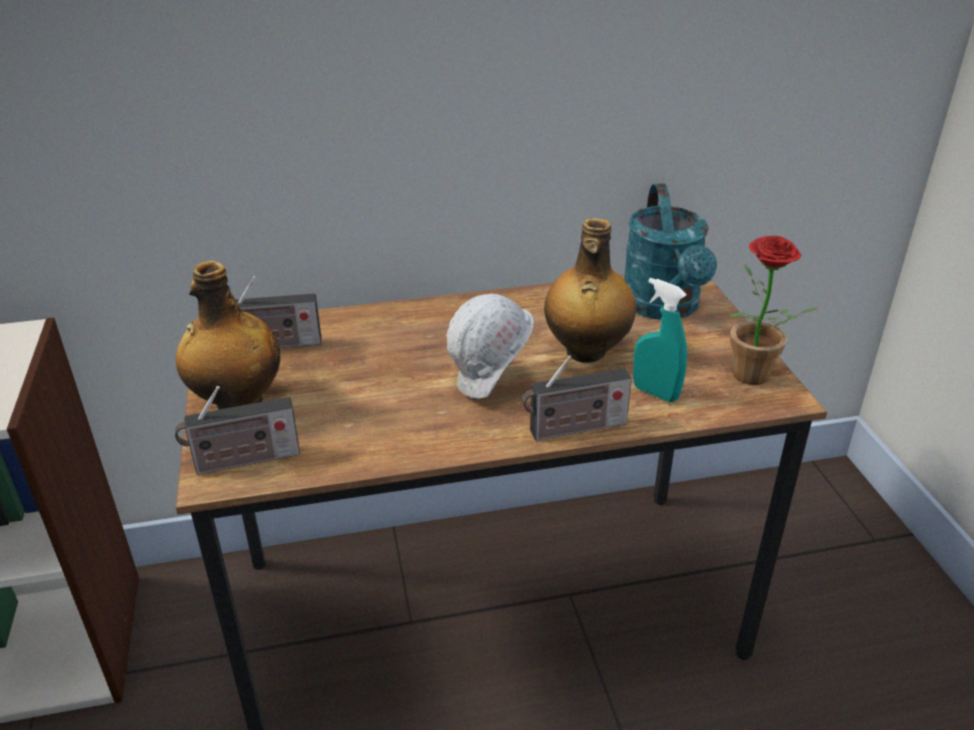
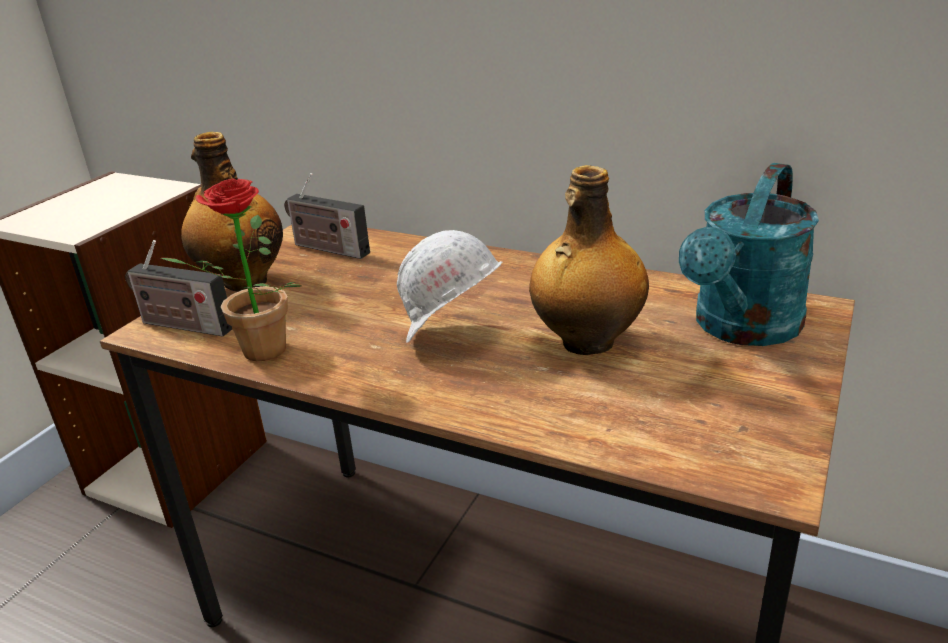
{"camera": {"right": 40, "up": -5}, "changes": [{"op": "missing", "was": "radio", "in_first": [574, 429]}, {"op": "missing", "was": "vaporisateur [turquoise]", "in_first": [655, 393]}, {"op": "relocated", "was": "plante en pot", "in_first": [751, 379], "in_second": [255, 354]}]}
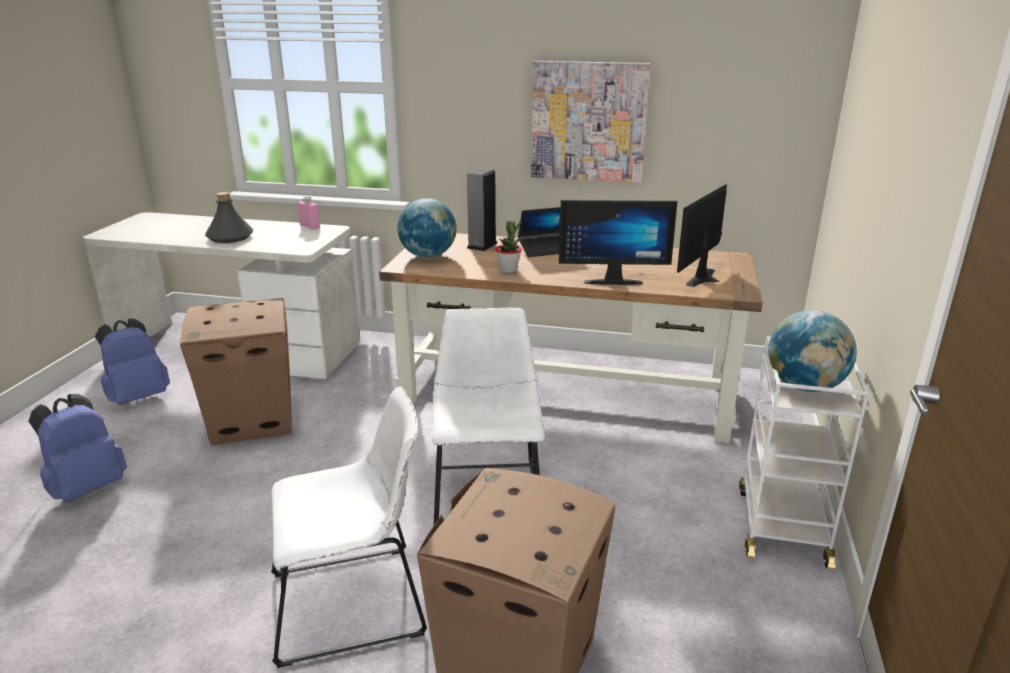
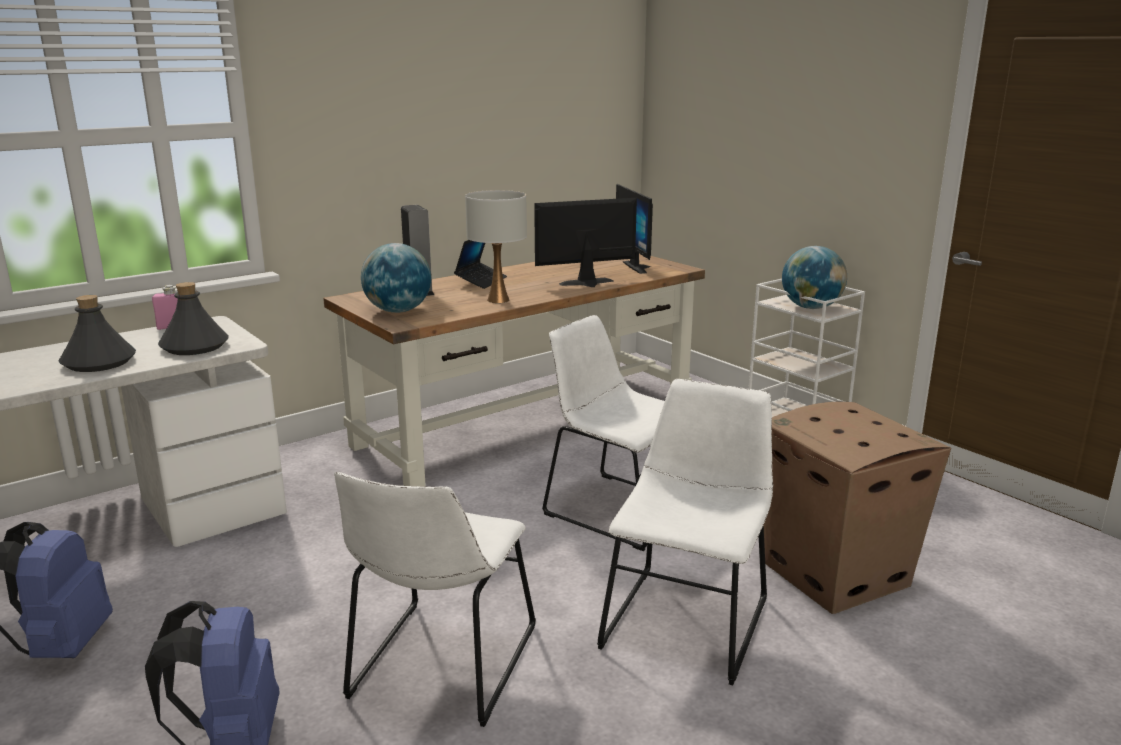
{"camera": {"right": -50, "up": -5}, "changes": [{"op": "missing", "was": "carton", "in_first": [253, 420]}, {"op": "exchanged", "was": "plante en pot", "now": "lampe de table [blanc]", "in_first": [508, 270], "in_second": [498, 300]}, {"op": "missing", "was": "tableau", "in_first": [588, 122]}, {"op": "spun", "was": "écran d'ordinateur", "in_first": [612, 280], "in_second": [589, 284], "clockwise": -150}, {"op": "appeared", "now": "bouteille [gris]", "in_second": [194, 346]}, {"op": "appeared", "now": "chaise [blanc]", "in_second": [441, 666]}]}
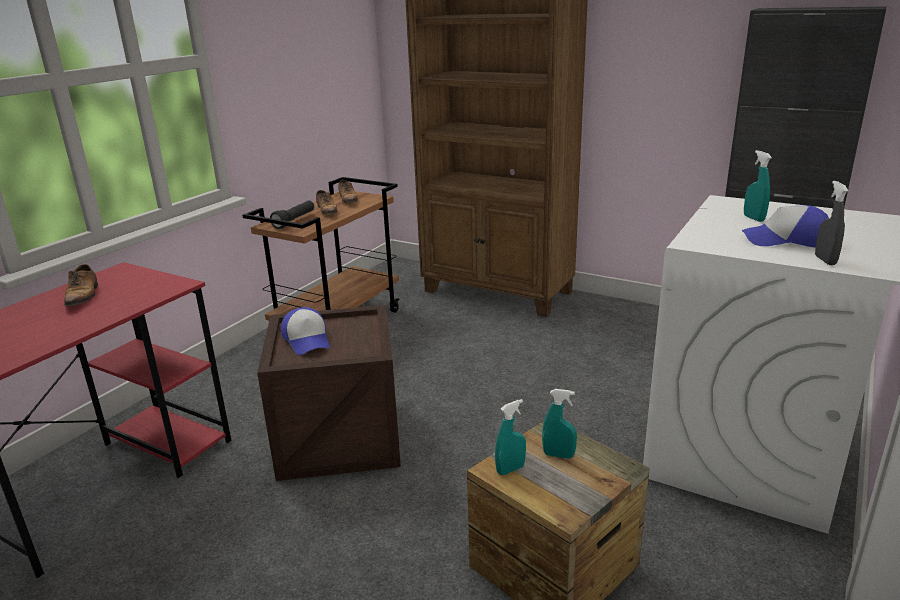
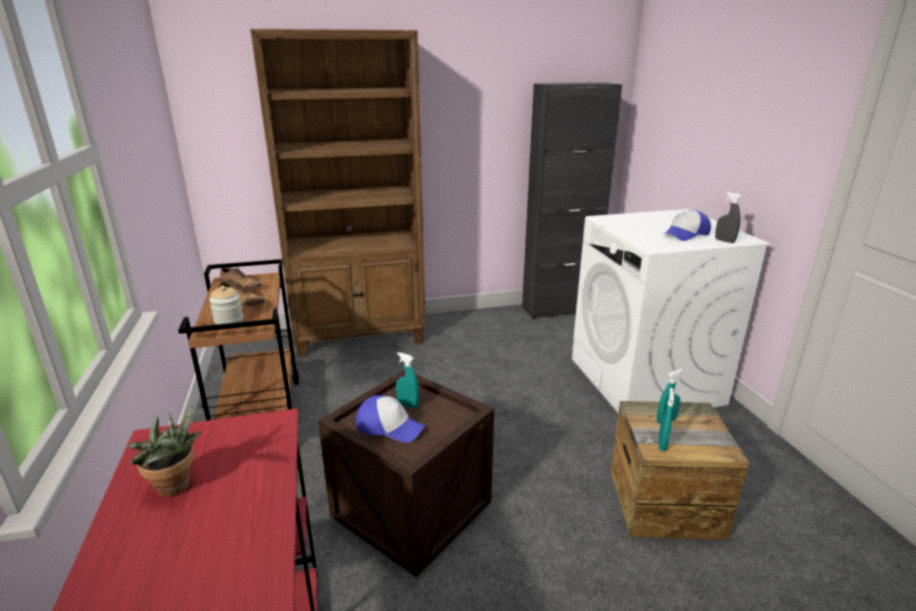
{"camera": {"right": -45, "up": 0}, "changes": [{"op": "exchanged", "was": "chaussure", "now": "plante en pot", "in_first": [83, 296], "in_second": [177, 488]}, {"op": "exchanged", "was": "lampe de poche [noir]", "now": "bocal", "in_first": [294, 221], "in_second": [229, 321]}, {"op": "relocated", "was": "vaporisateur [turquoise]", "in_first": [753, 218], "in_second": [408, 405]}]}
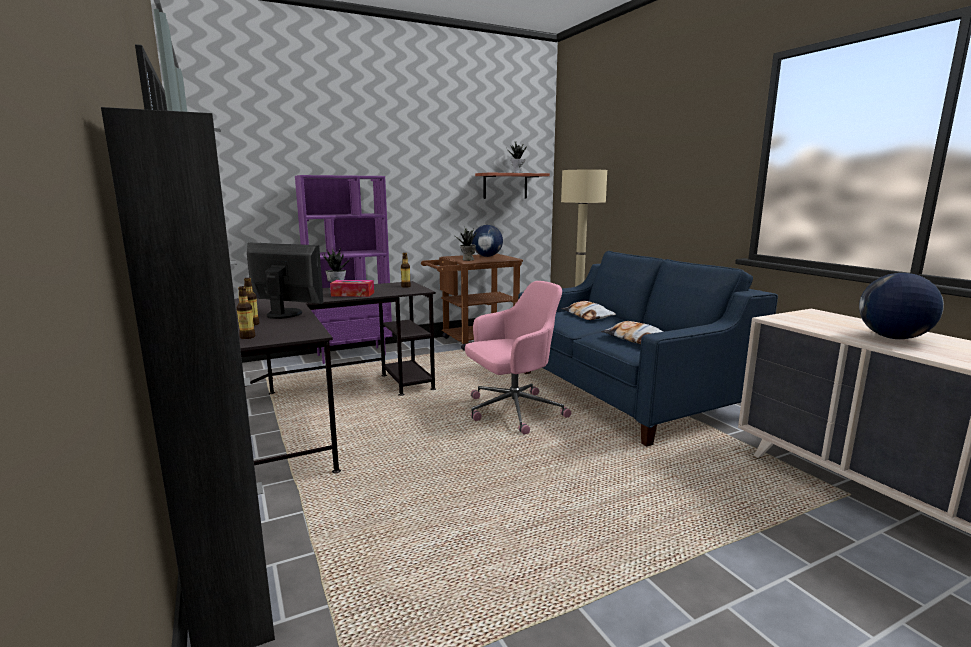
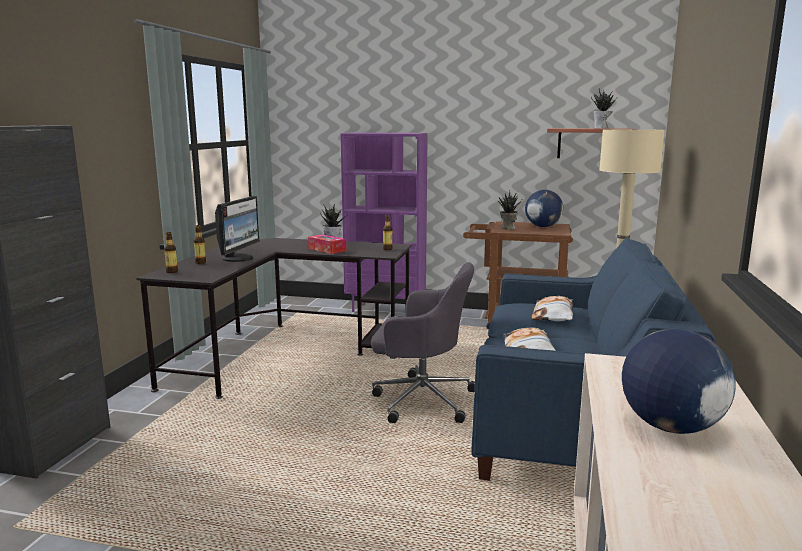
{"camera": {"right": 40, "up": 0}, "changes": [{"op": "spun", "was": "écran d'ordinateur", "in_first": [285, 314], "in_second": [239, 258], "clockwise": 45}, {"op": "colour", "was": "chaise de bureau [rose]", "now": "chaise de bureau [gris]", "in_first": [512, 411], "in_second": [421, 399]}]}
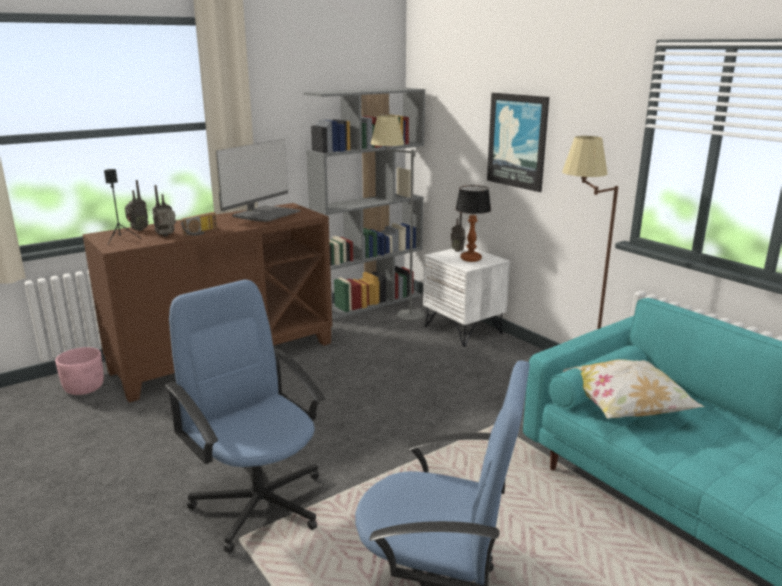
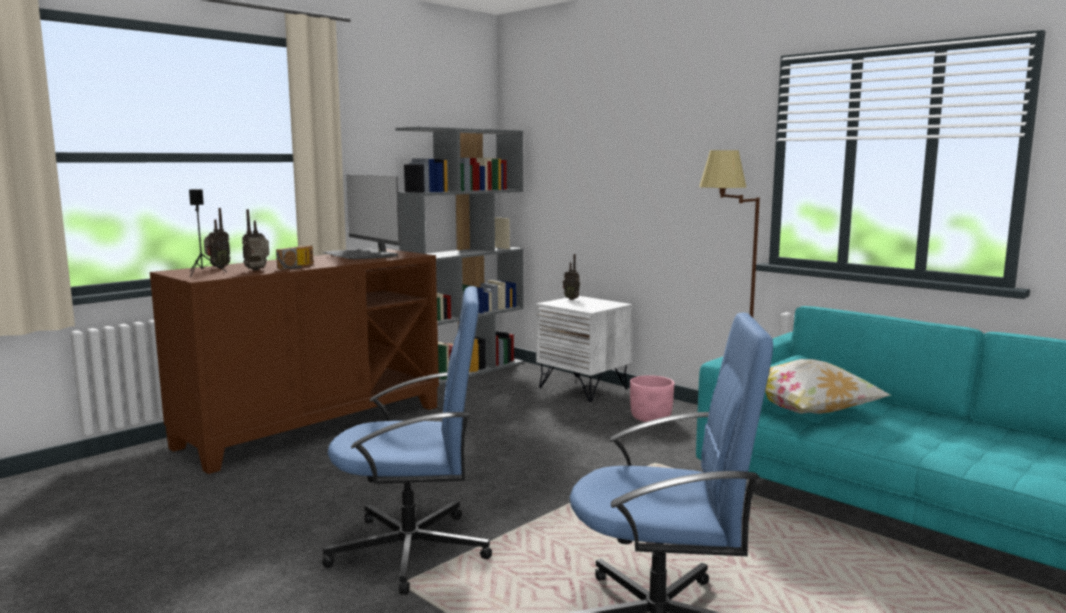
{"camera": {"right": -10, "up": -10}, "changes": [{"op": "relocated", "was": "cache-pot [rose]", "in_first": [84, 388], "in_second": [651, 418]}, {"op": "spun", "was": "chaise de bureau [bleu]", "in_first": [259, 502], "in_second": [412, 550], "clockwise": 135}, {"op": "spun", "was": "écran d'ordinateur", "in_first": [265, 214], "in_second": [362, 255], "clockwise": 120}, {"op": "missing", "was": "lampadaire [gris]", "in_first": [398, 316]}, {"op": "missing", "was": "lampe de table", "in_first": [470, 259]}, {"op": "missing", "was": "tableau", "in_first": [518, 141]}]}
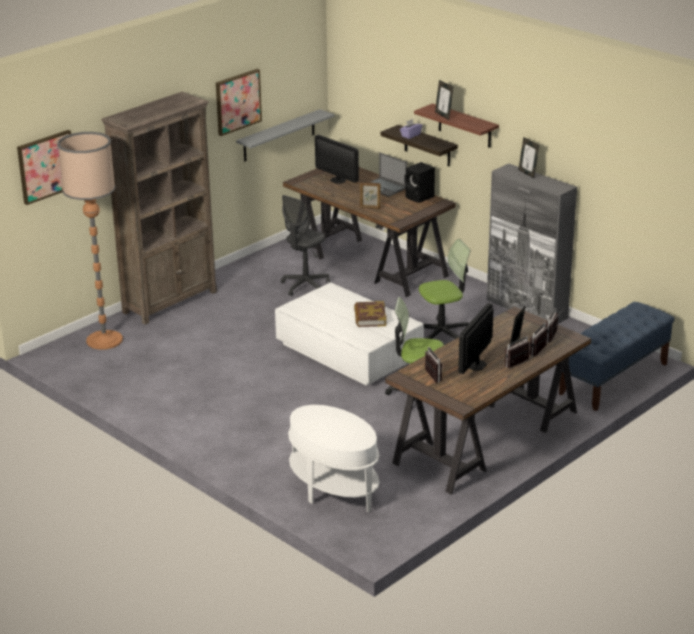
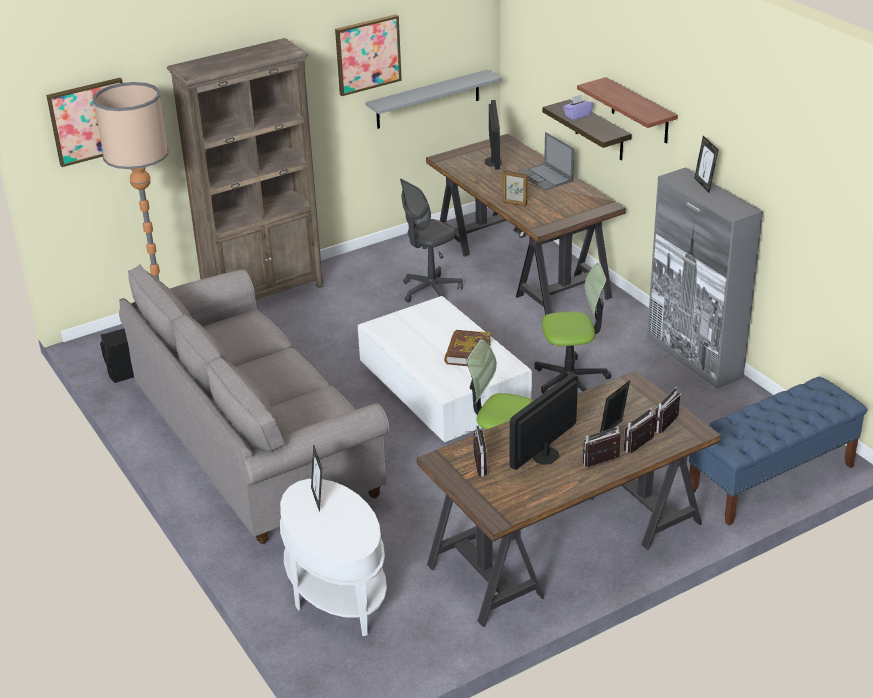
{"camera": {"right": 15, "up": 5}, "changes": [{"op": "spun", "was": "écran d'ordinateur", "in_first": [338, 180], "in_second": [493, 161], "clockwise": -150}, {"op": "relocated", "was": "enceinte [noir]", "in_first": [420, 197], "in_second": [124, 373]}, {"op": "relocated", "was": "cadre photo", "in_first": [443, 115], "in_second": [318, 499]}, {"op": "appeared", "now": "canapé [gris]", "in_second": [256, 444]}]}
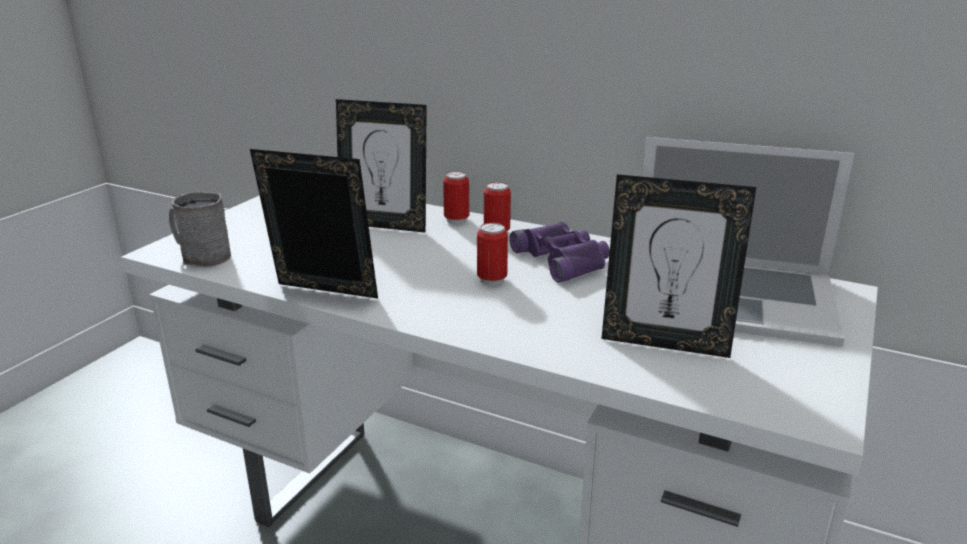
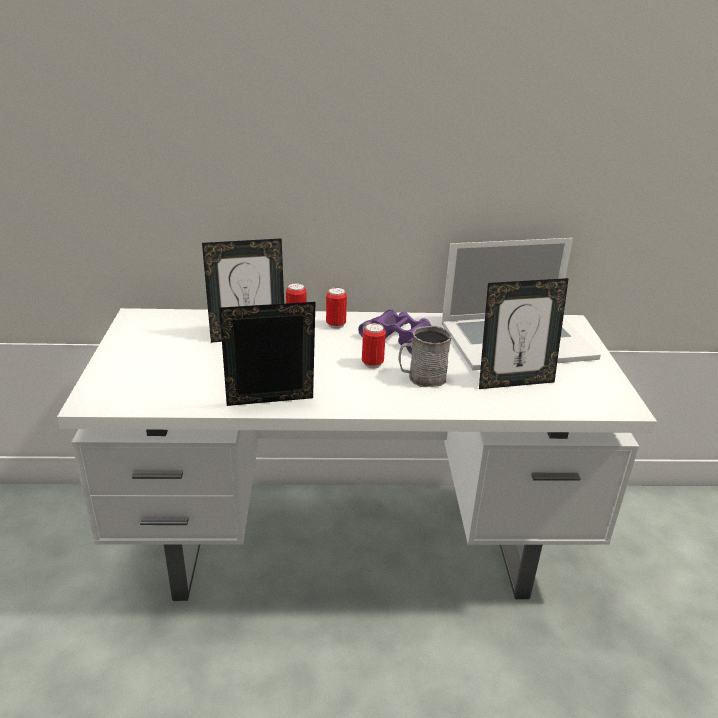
{"camera": {"right": -30, "up": 5}, "changes": [{"op": "relocated", "was": "mug [gris]", "in_first": [201, 256], "in_second": [421, 378]}]}
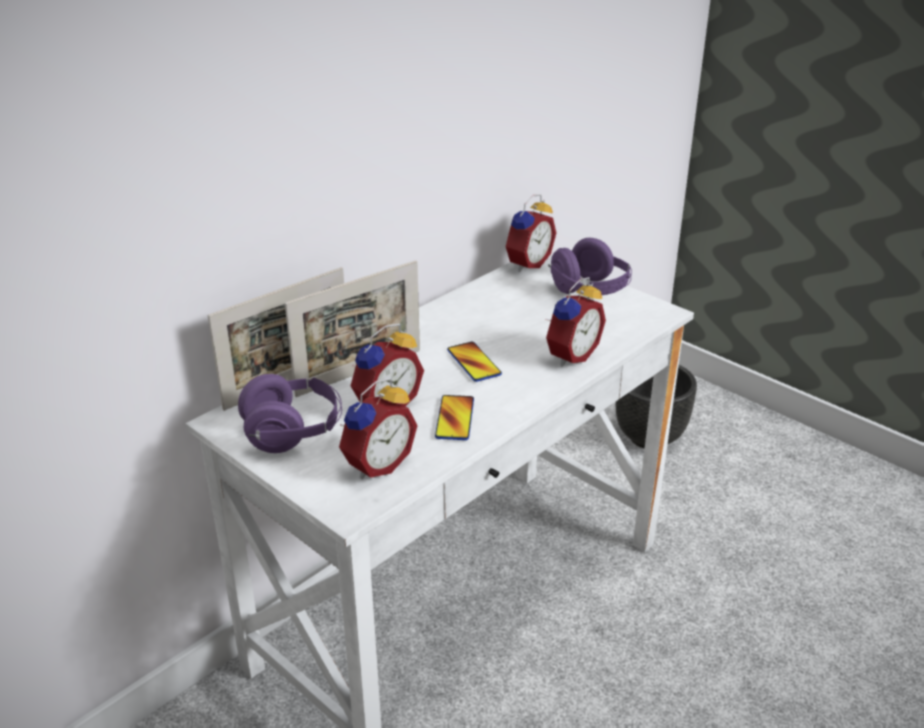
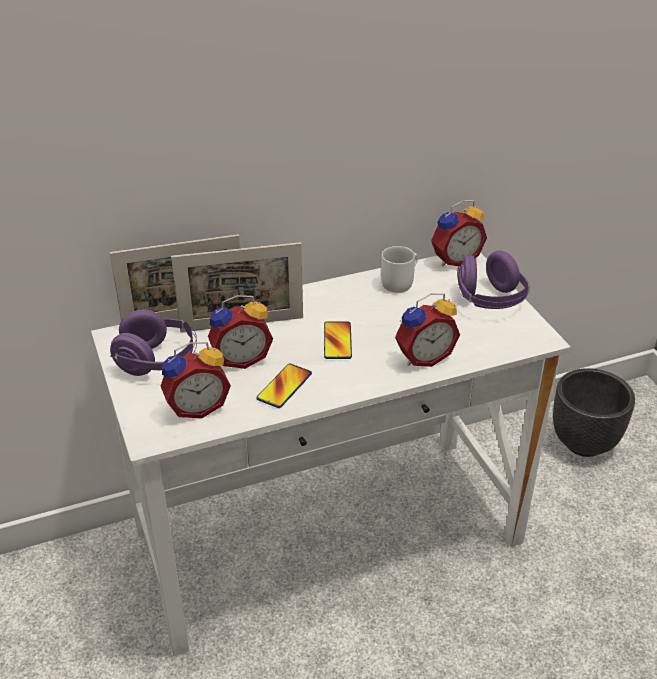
{"camera": {"right": 25, "up": 5}, "changes": [{"op": "appeared", "now": "mug [blanc]", "in_second": [398, 282]}]}
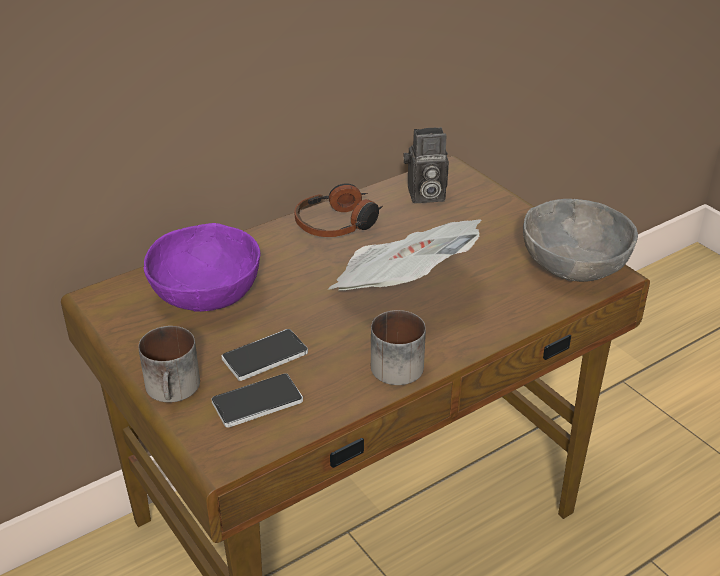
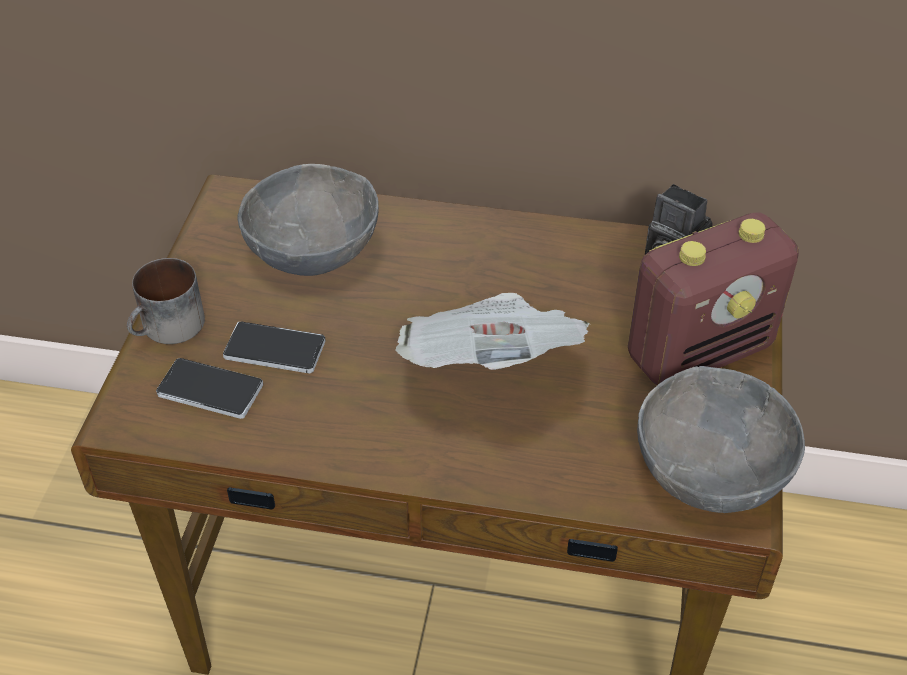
{"camera": {"right": 45, "up": 10}, "changes": [{"op": "colour", "was": "bol [violet]", "now": "bol [gris]", "in_first": [207, 293], "in_second": [314, 249]}, {"op": "missing", "was": "casque audio", "in_first": [338, 224]}, {"op": "missing", "was": "mug", "in_first": [390, 364]}, {"op": "appeared", "now": "radio", "in_second": [700, 351]}]}
